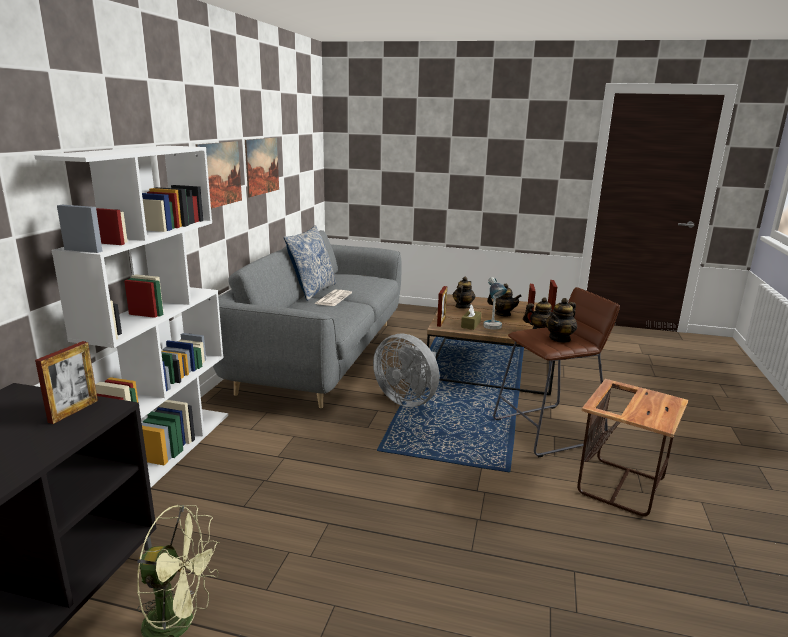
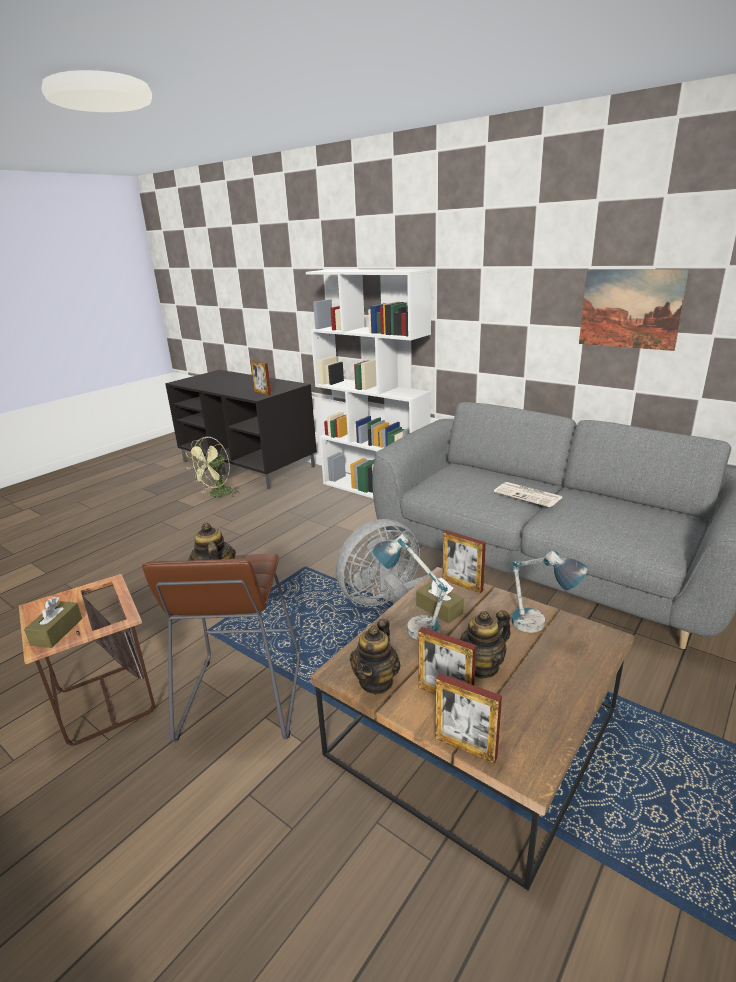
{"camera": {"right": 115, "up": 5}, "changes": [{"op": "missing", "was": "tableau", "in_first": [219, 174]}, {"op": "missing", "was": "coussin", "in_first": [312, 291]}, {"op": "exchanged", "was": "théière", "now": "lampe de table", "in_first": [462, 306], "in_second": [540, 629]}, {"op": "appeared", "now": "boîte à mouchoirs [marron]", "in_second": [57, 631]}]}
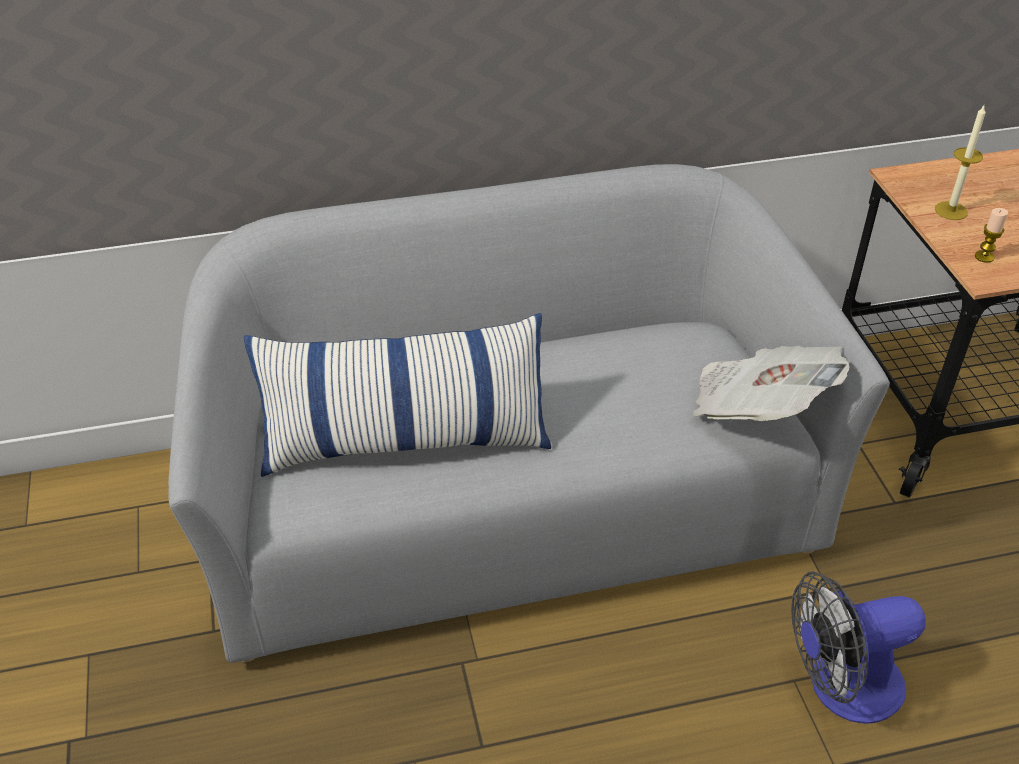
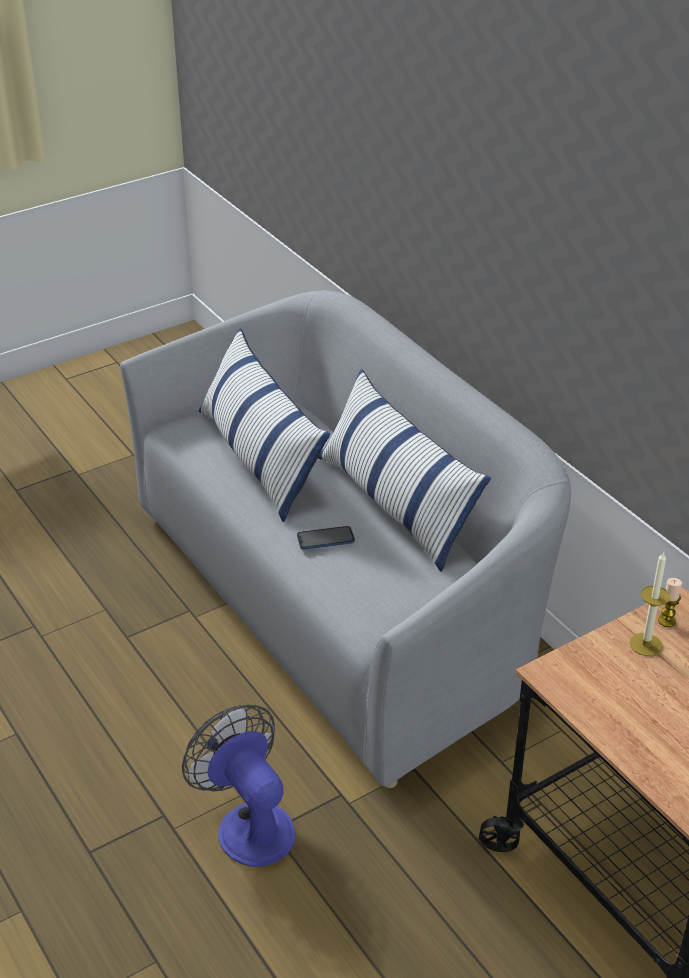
{"camera": {"right": 70, "up": -5}, "changes": [{"op": "missing", "was": "journal", "in_first": [758, 407]}, {"op": "relocated", "was": "bougie", "in_first": [984, 257], "in_second": [666, 621]}, {"op": "appeared", "now": "téléphone", "in_second": [325, 539]}, {"op": "appeared", "now": "coussin", "in_second": [396, 503]}]}
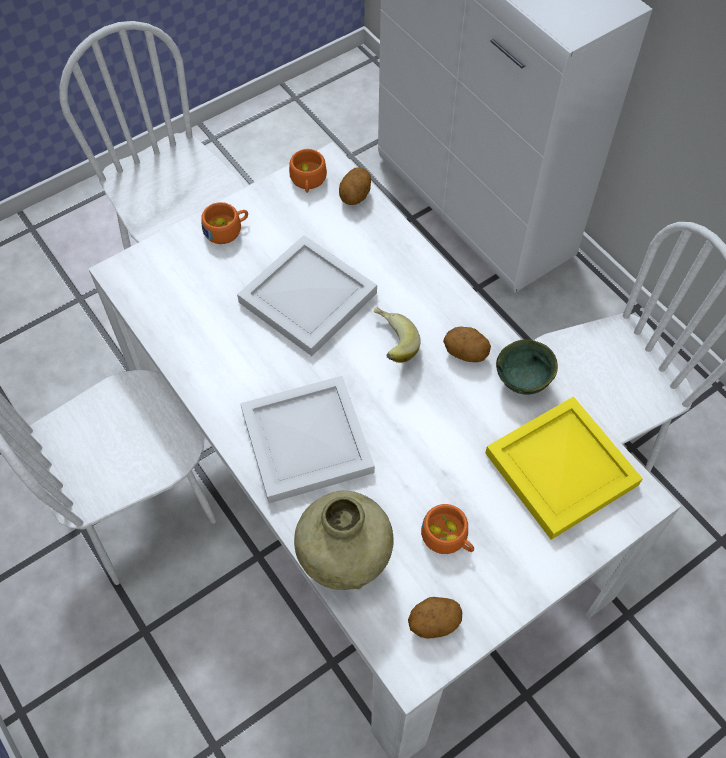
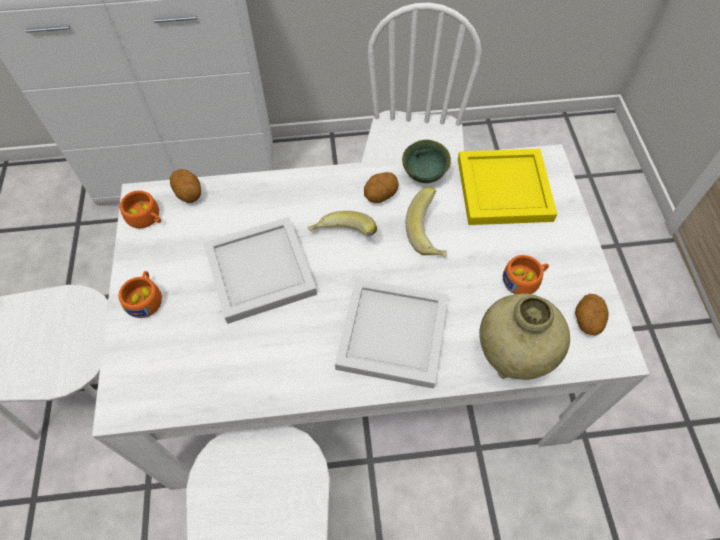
{"camera": {"right": -60, "up": 0}, "changes": [{"op": "appeared", "now": "banane", "in_second": [430, 234]}]}
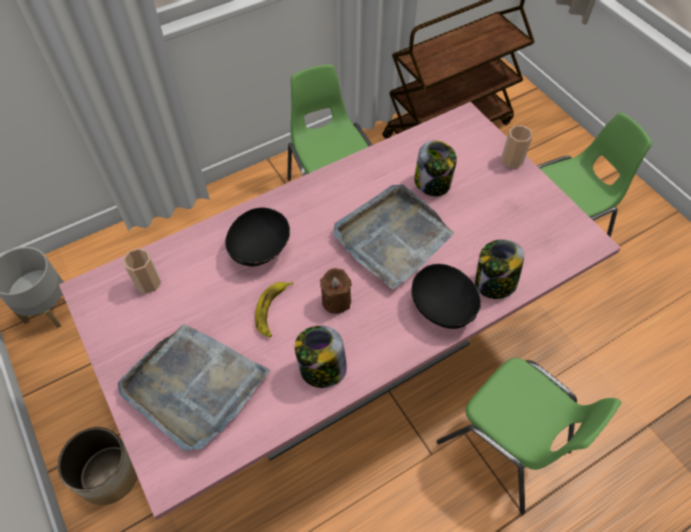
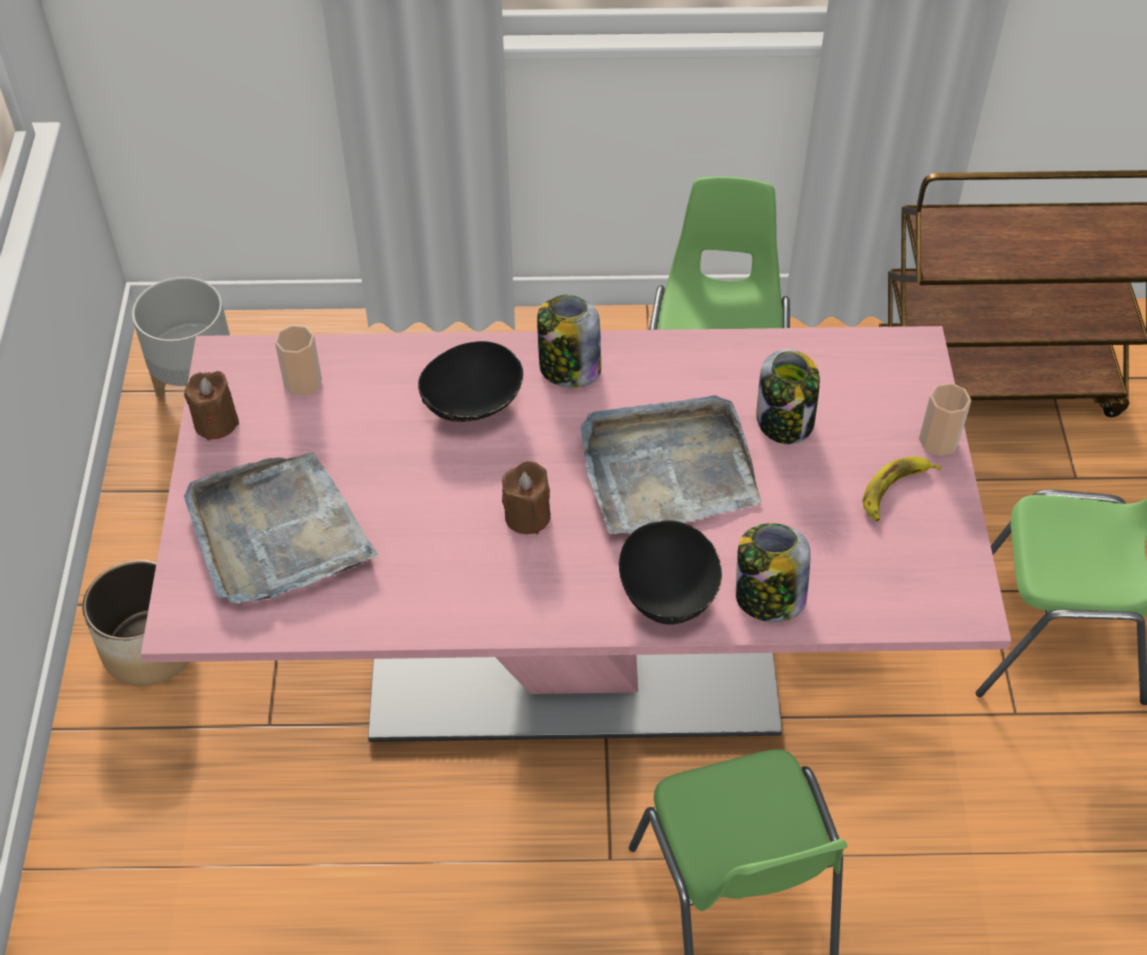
{"camera": {"right": 30, "up": -5}, "changes": [{"op": "relocated", "was": "banane", "in_first": [273, 310], "in_second": [895, 491]}, {"op": "relocated", "was": "bocal", "in_first": [322, 369], "in_second": [568, 368]}, {"op": "appeared", "now": "bougie [marron]", "in_second": [216, 423]}]}
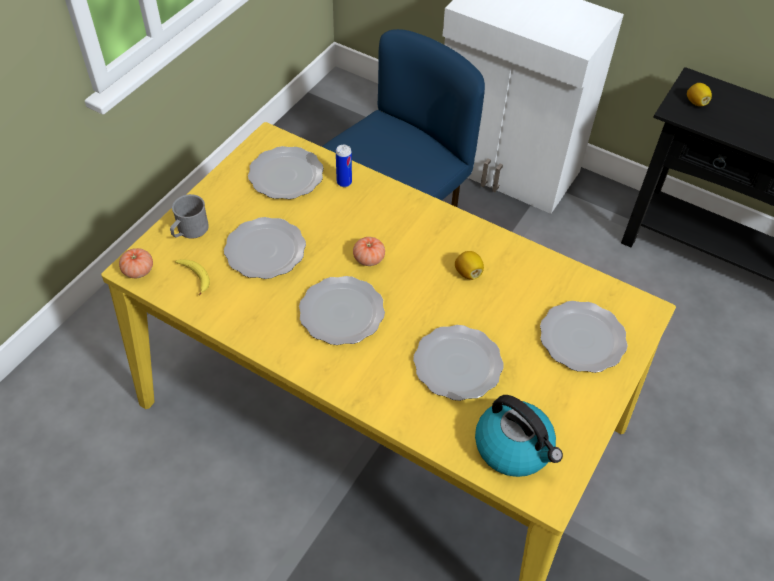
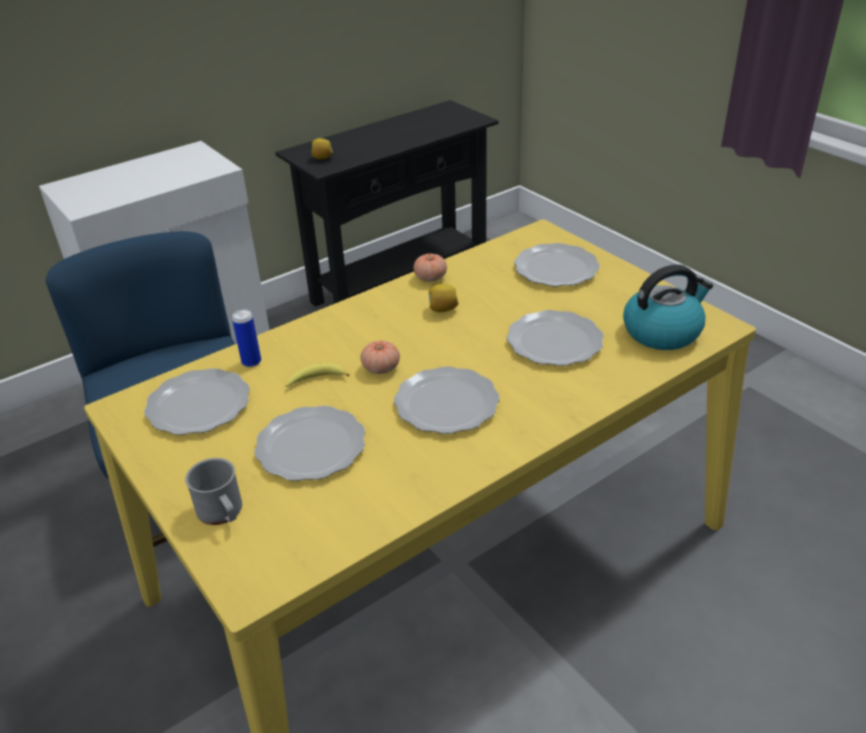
{"camera": {"right": -65, "up": -15}, "changes": [{"op": "relocated", "was": "tomate", "in_first": [138, 270], "in_second": [430, 278]}, {"op": "relocated", "was": "banane", "in_first": [195, 277], "in_second": [316, 379]}]}
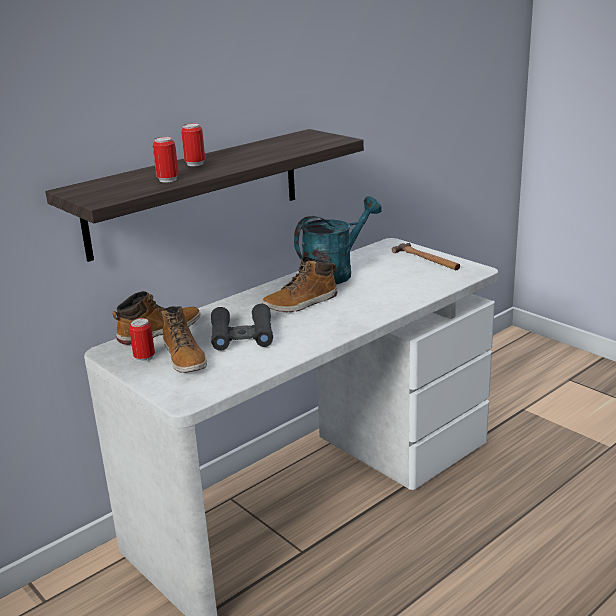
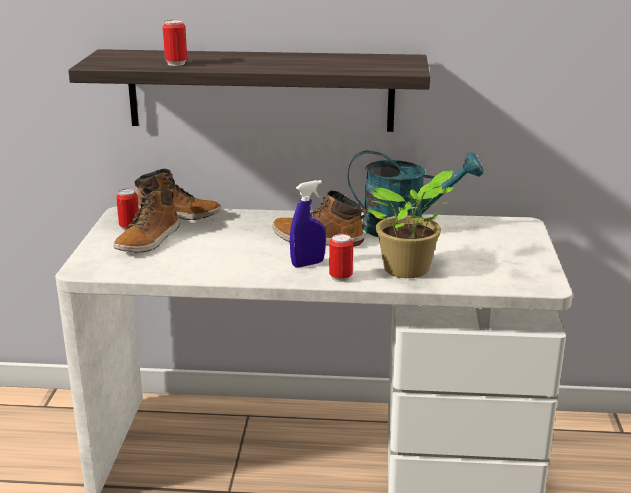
{"camera": {"right": 45, "up": 0}, "changes": [{"op": "relocated", "was": "boîte métallique", "in_first": [195, 164], "in_second": [340, 277]}, {"op": "missing", "was": "jumelles [noir]", "in_first": [242, 335]}, {"op": "missing", "was": "marteau", "in_first": [427, 259]}, {"op": "appeared", "now": "vaporisateur [bleu]", "in_second": [308, 264]}, {"op": "appeared", "now": "plante en pot", "in_second": [408, 270]}]}
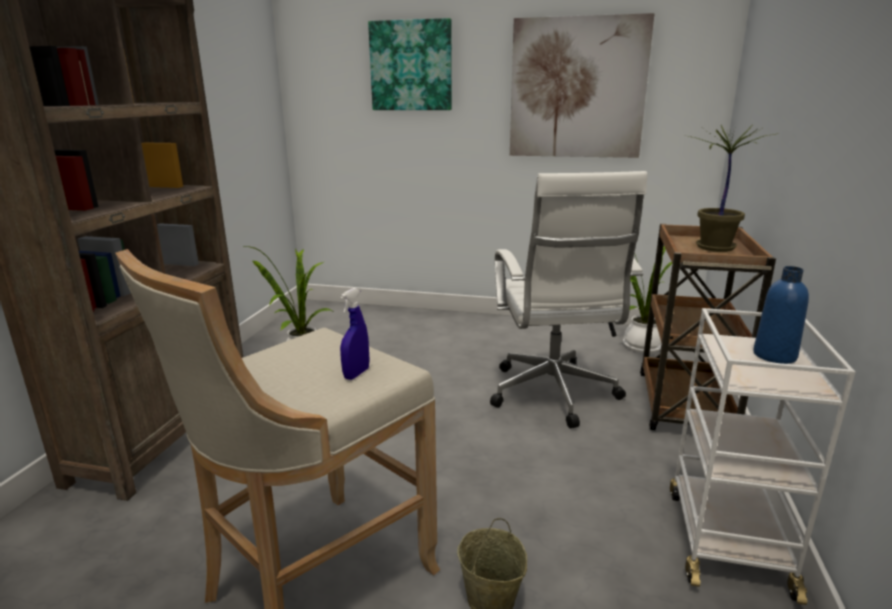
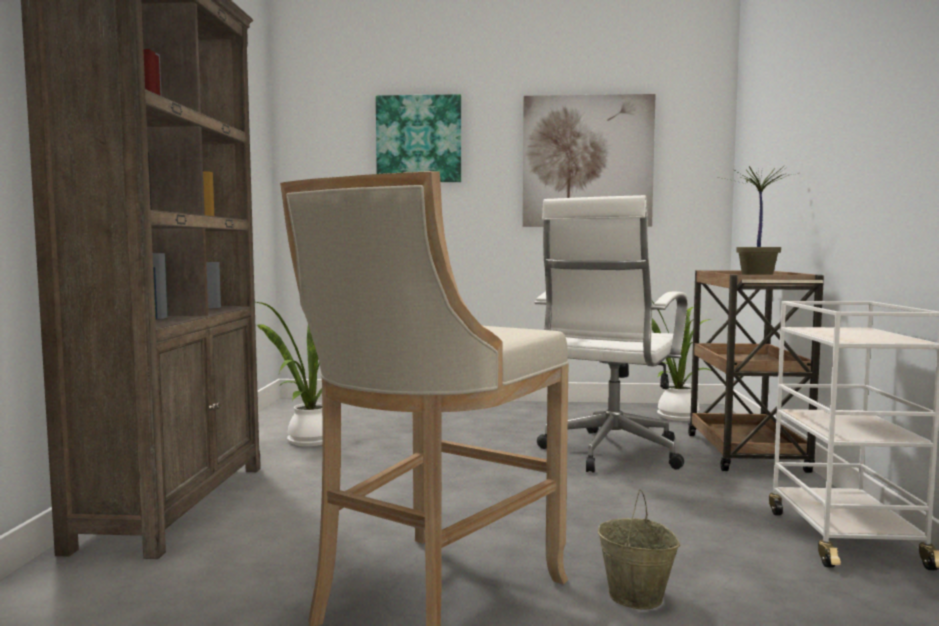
{"camera": {"right": -10, "up": -15}, "changes": [{"op": "missing", "was": "vaporisateur [bleu]", "in_first": [356, 374]}, {"op": "spun", "was": "chaise de bureau [blanc]", "in_first": [554, 396], "in_second": [610, 454], "clockwise": 45}, {"op": "missing", "was": "bouteille [bleu]", "in_first": [774, 355]}]}
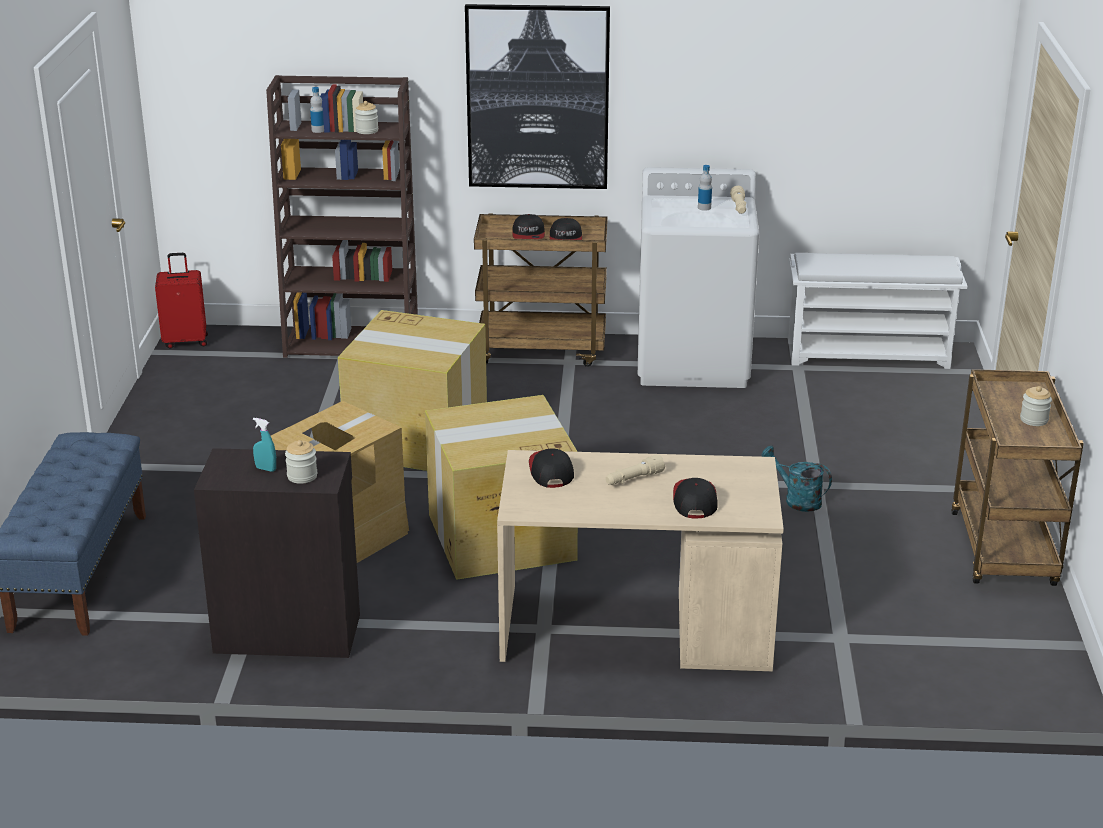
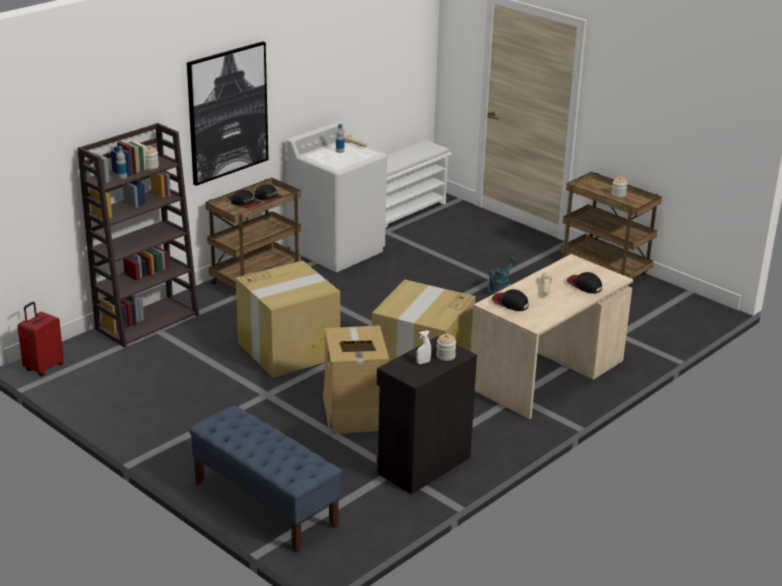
{"camera": {"right": -50, "up": 0}, "changes": [{"op": "colour", "was": "vaporisateur [turquoise]", "now": "vaporisateur [blanc]", "in_first": [266, 469], "in_second": [423, 362]}, {"op": "spun", "was": "arrosoir [turquoise]", "in_first": [797, 500], "in_second": [499, 289], "clockwise": 135}]}
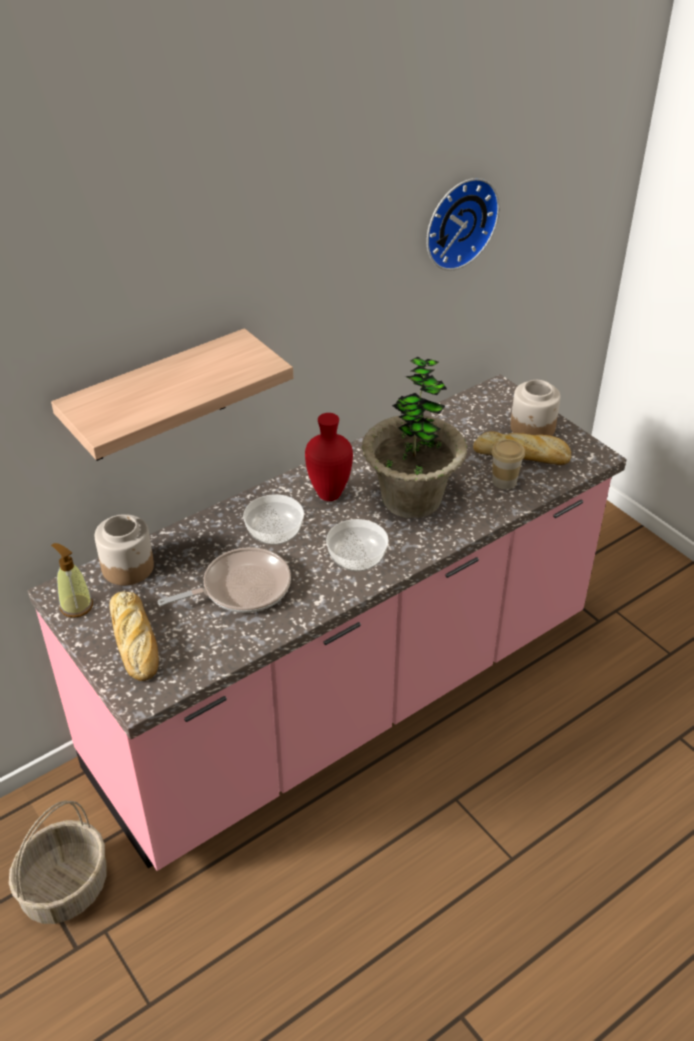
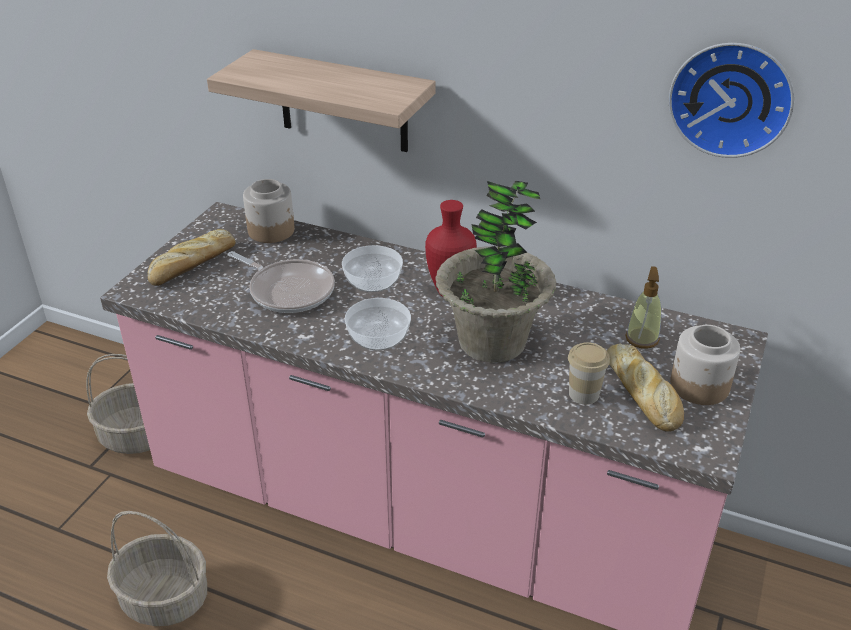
{"camera": {"right": 60, "up": -5}, "changes": [{"op": "relocated", "was": "distributeur de savon", "in_first": [76, 606], "in_second": [642, 338]}, {"op": "appeared", "now": "panier", "in_second": [163, 599]}]}
